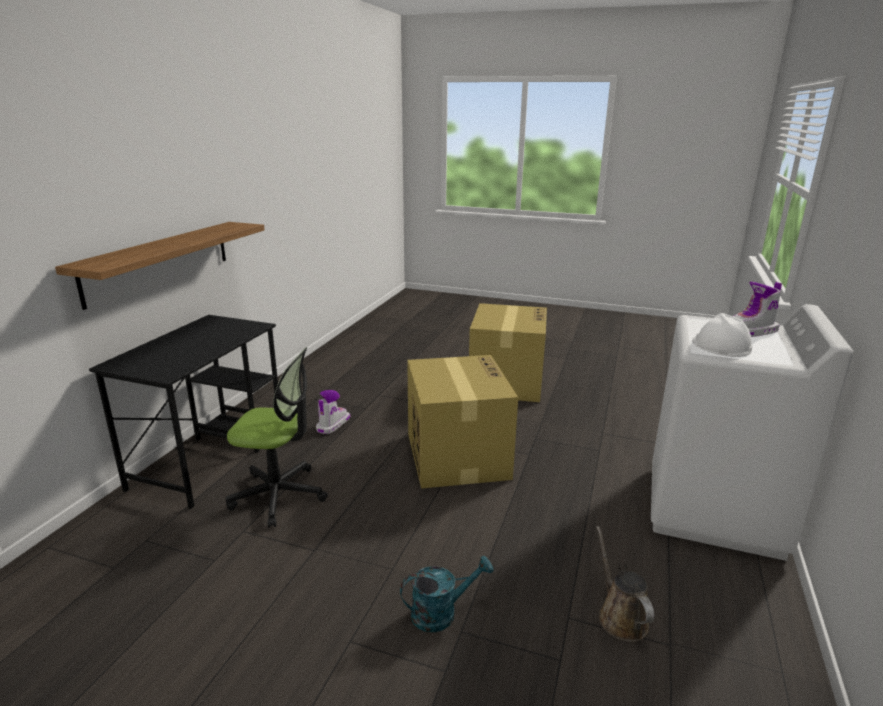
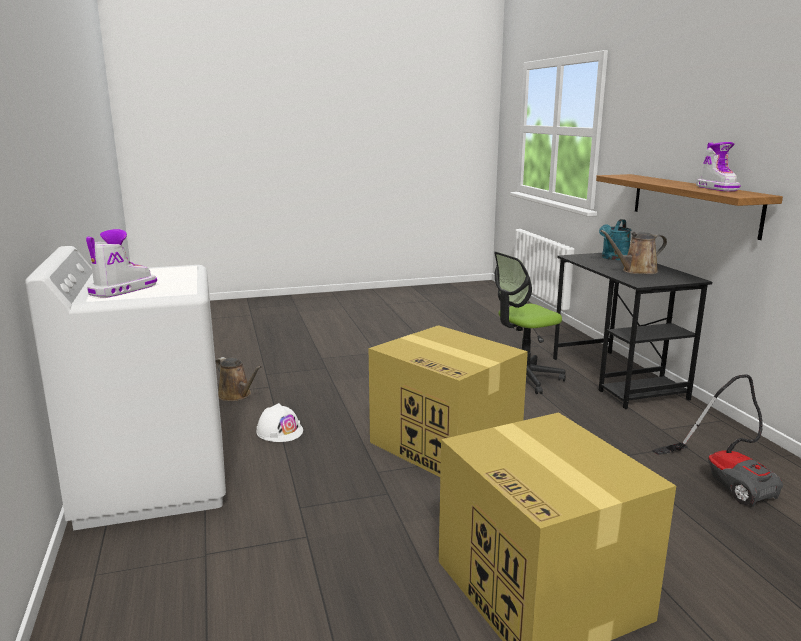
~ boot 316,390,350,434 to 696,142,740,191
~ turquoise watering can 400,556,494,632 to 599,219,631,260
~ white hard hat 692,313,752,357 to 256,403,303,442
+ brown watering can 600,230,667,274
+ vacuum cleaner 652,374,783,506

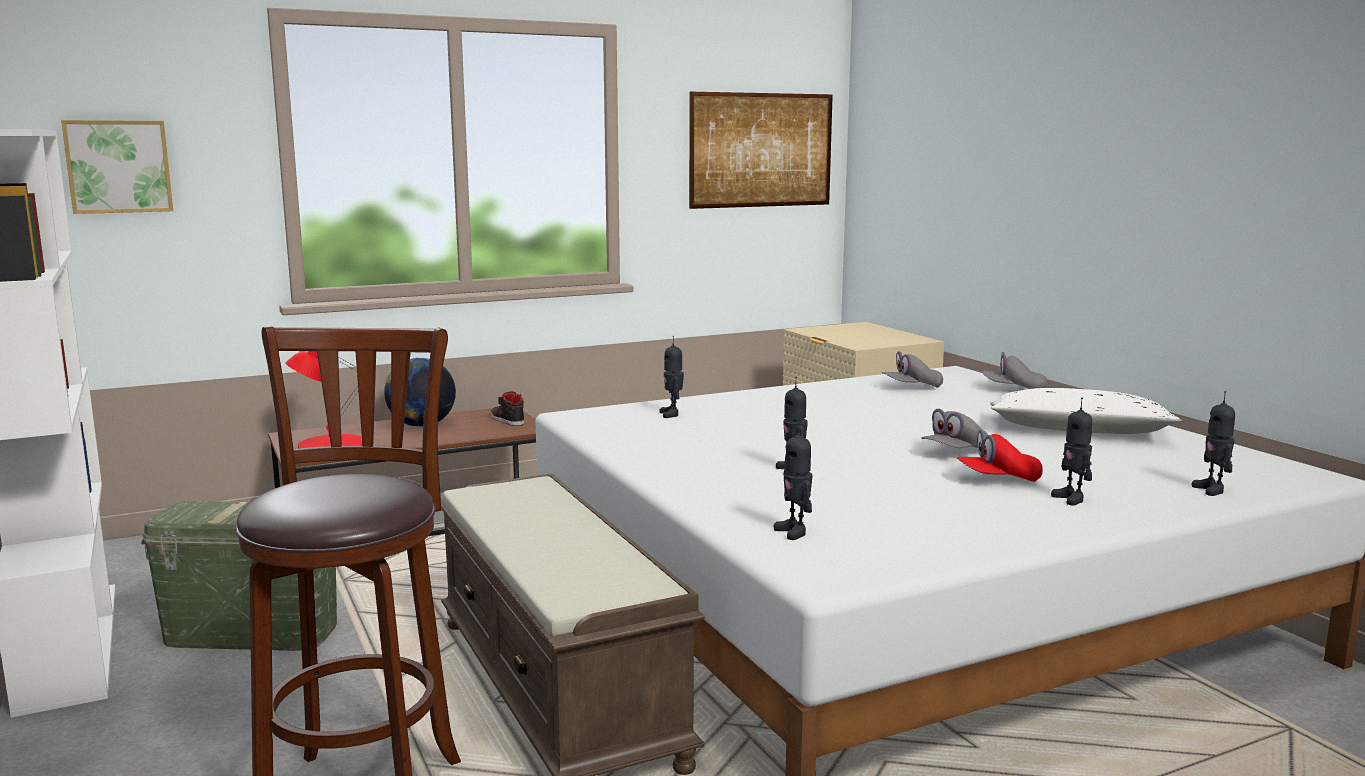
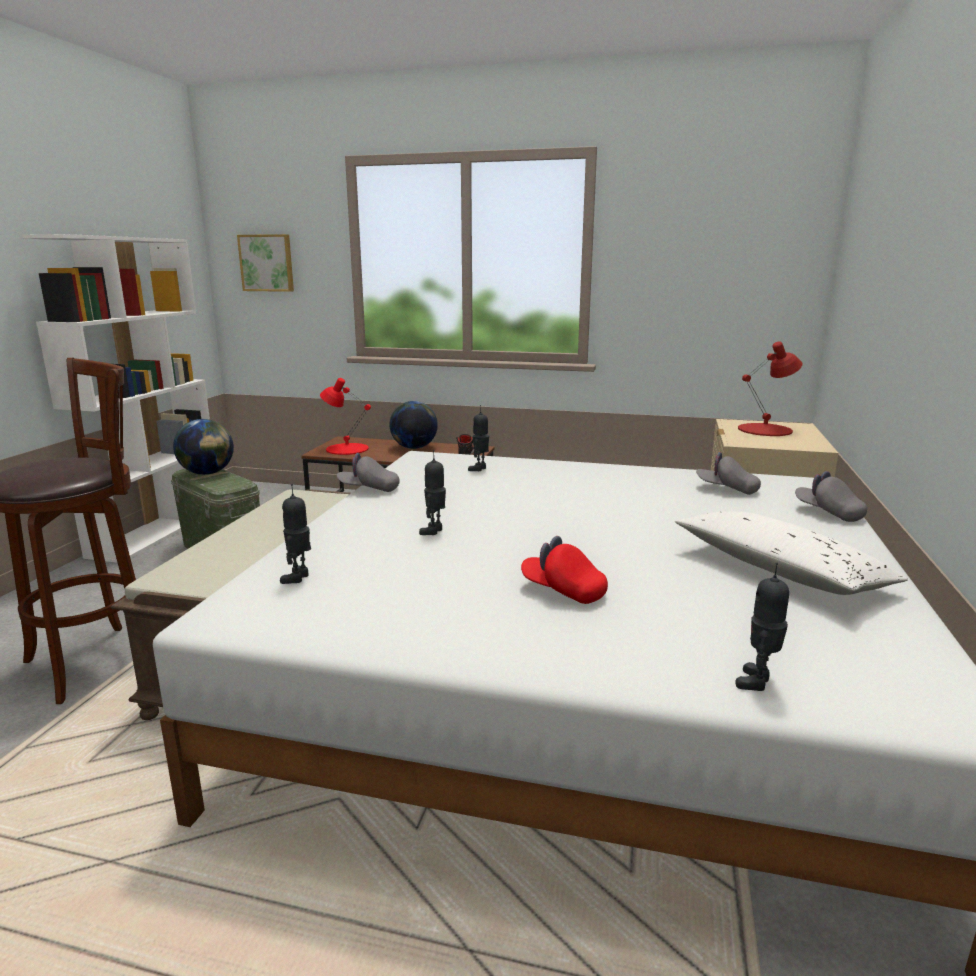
- picture 689,92,833,209
~ grey cap 921,409,988,448 to 337,453,400,492
- toy robot 1051,398,1092,506
+ globe 173,419,234,475
+ red table lamp 738,341,803,436

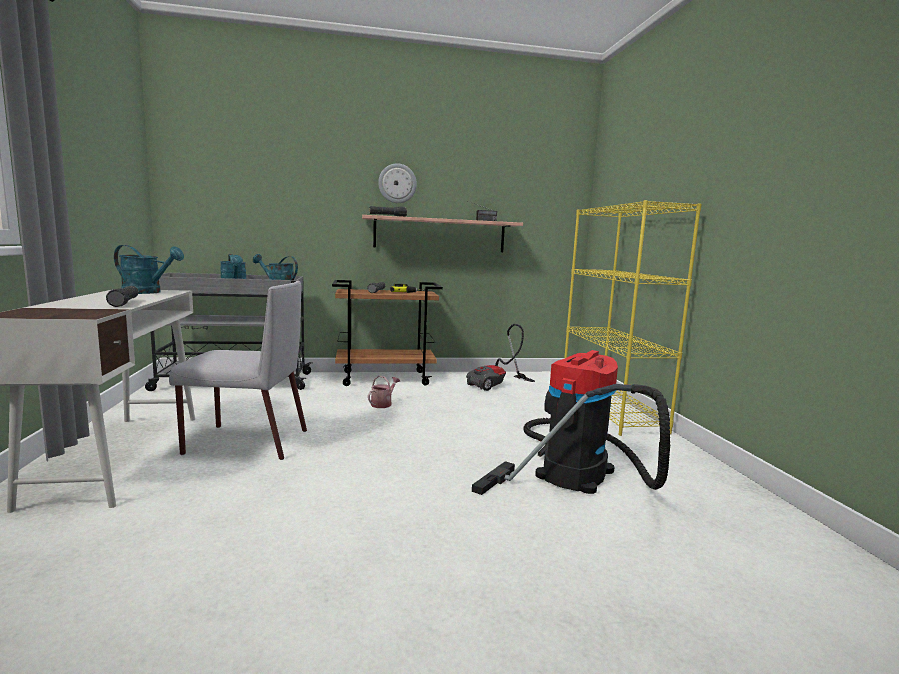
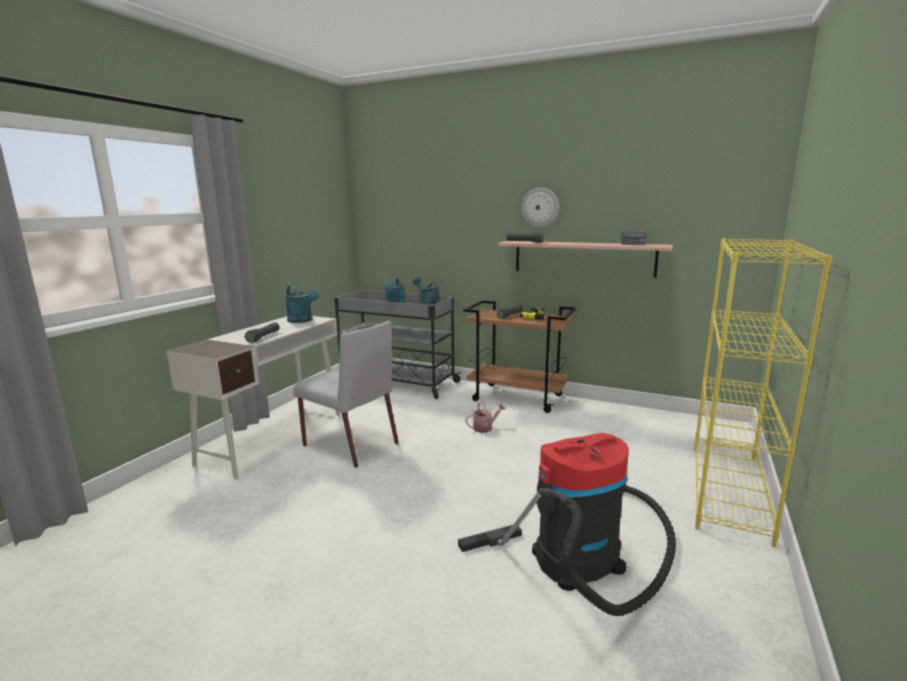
- vacuum cleaner 466,324,535,391

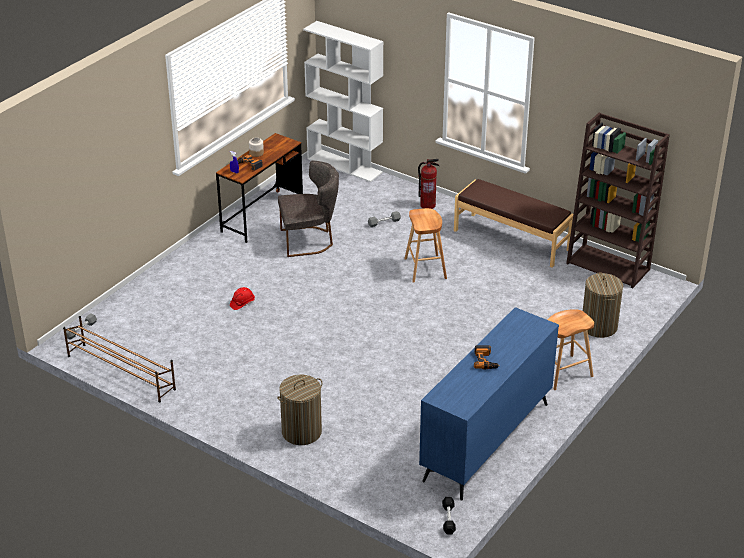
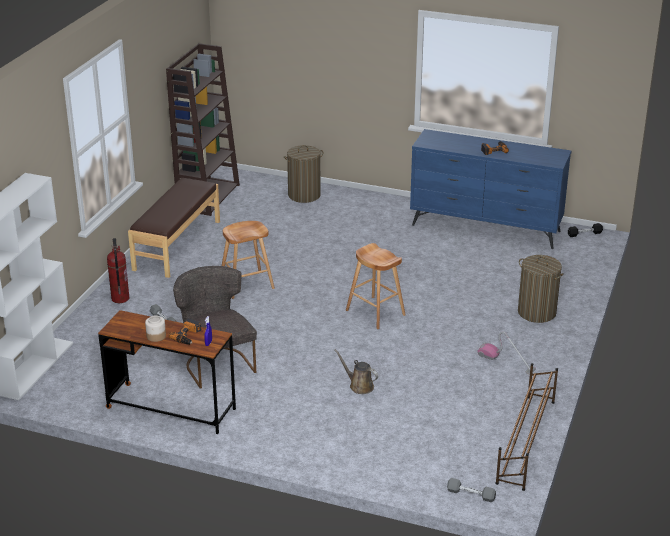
~ red hard hat 230,287,255,310 to brown watering can 335,349,378,394
~ brown stool 548,309,594,390 to 346,243,406,329
+ vacuum cleaner 477,331,536,375

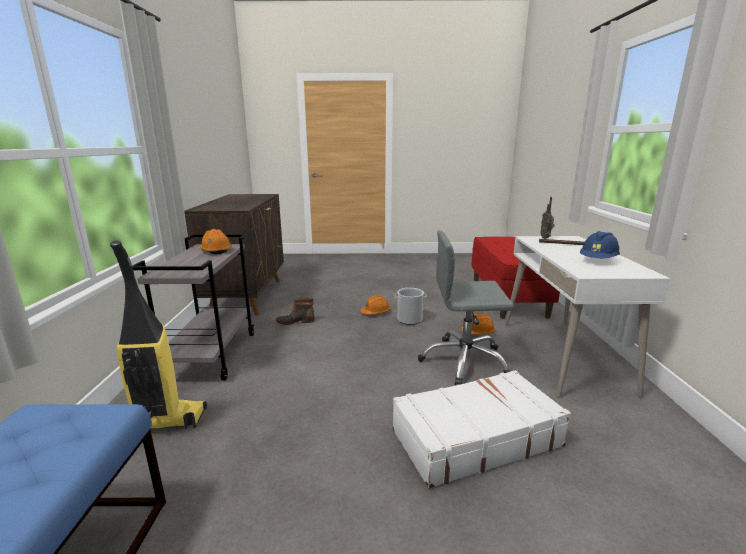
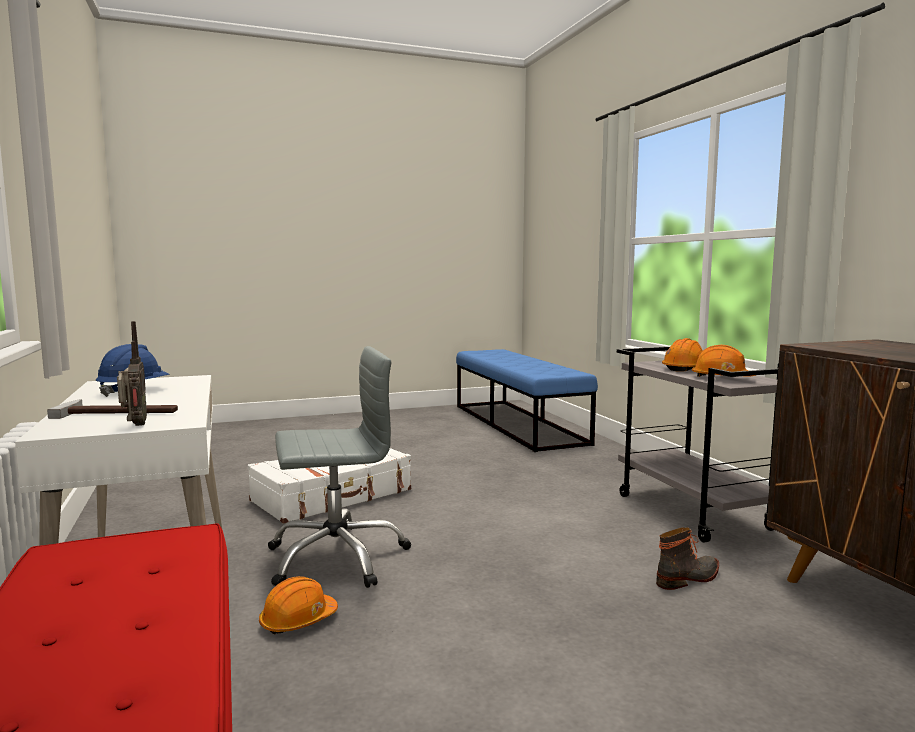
- vacuum cleaner 110,241,207,429
~ orange hard hat 361,295,390,315 to 662,338,703,372
- bucket 395,288,427,325

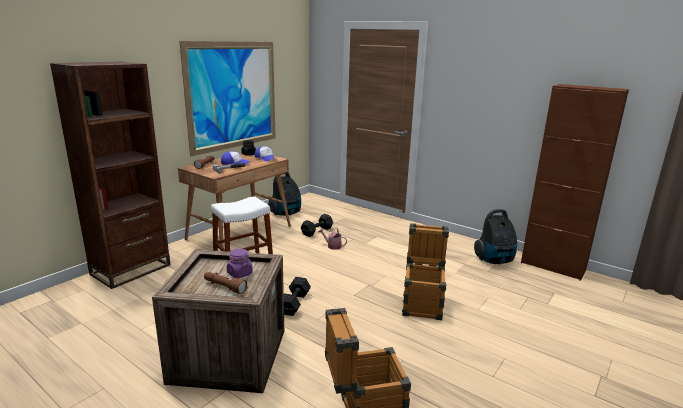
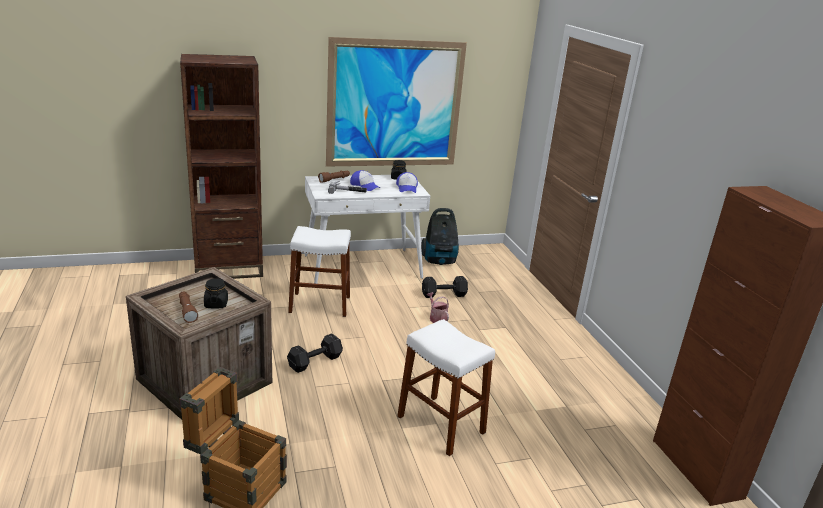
~ brown desk 178,153,291,251 to white desk 304,175,430,284
~ purple jar 227,249,253,278 to black jar 204,278,228,308
~ crate 402,223,449,320 to white stool 397,319,495,456
- vacuum cleaner 474,209,517,264

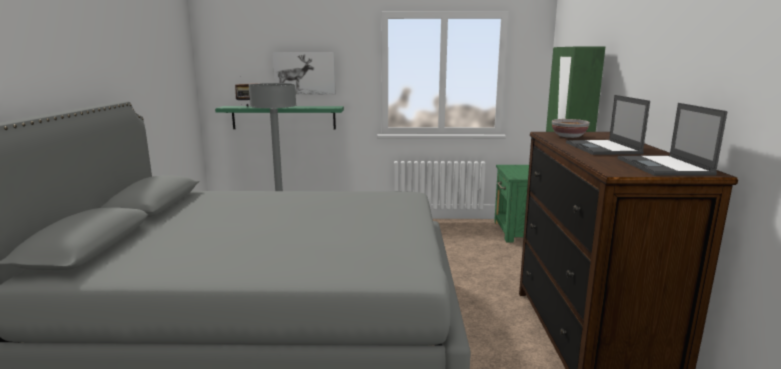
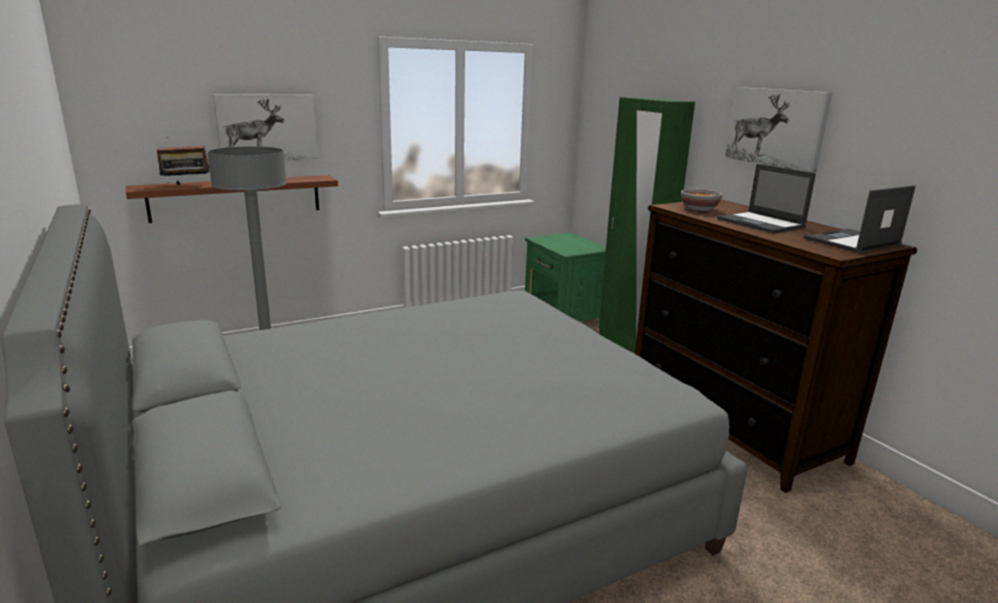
~ green shelf 215,106,344,130 to brown shelf 126,175,338,223
~ laptop 618,103,728,176 = 804,185,916,253 90 degrees clockwise
+ picture 725,87,832,173

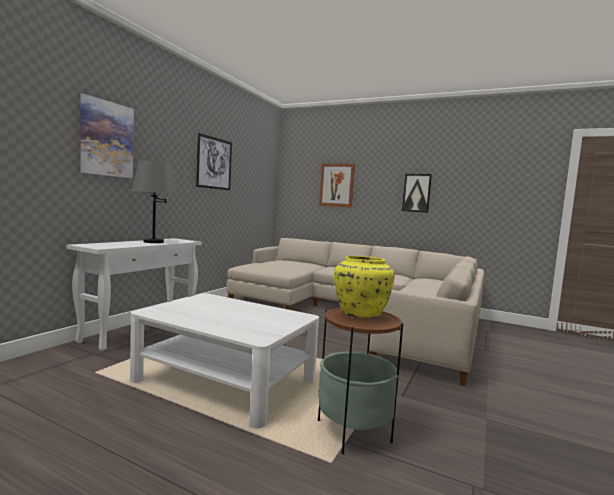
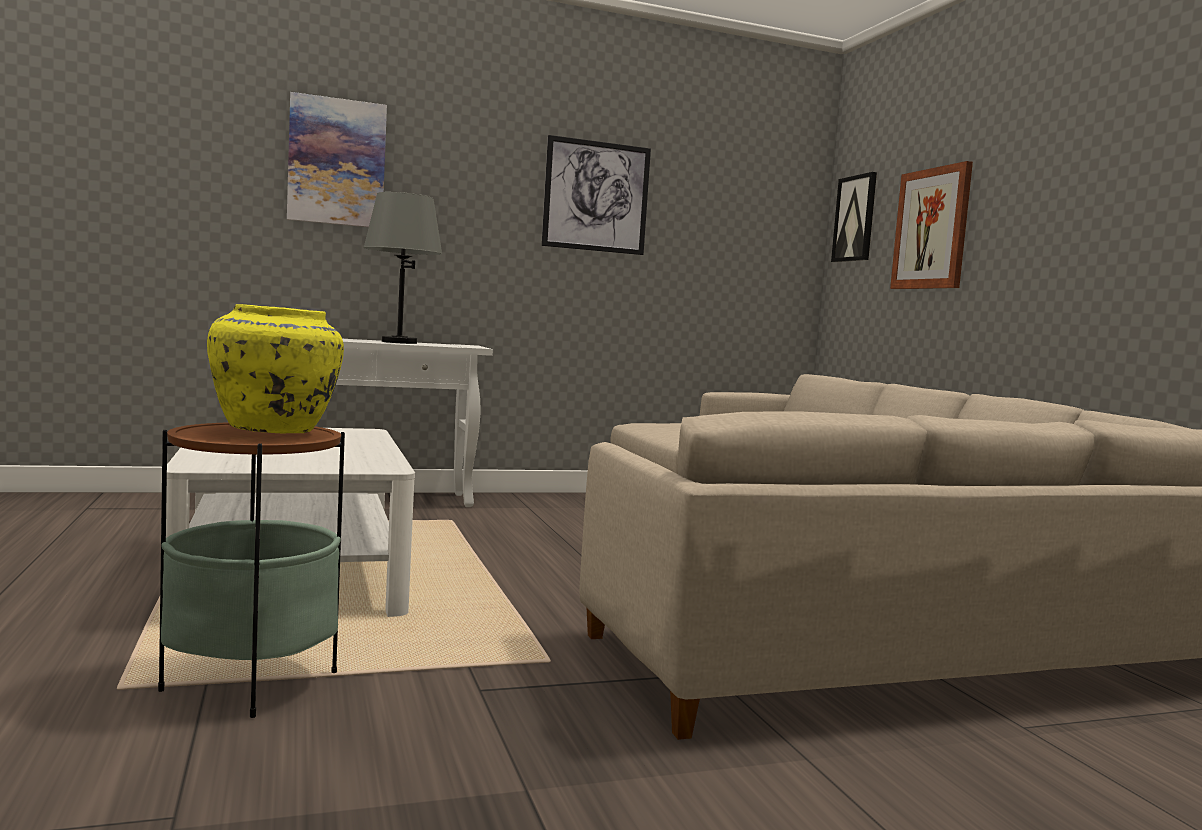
~ picture 402,174,432,213 to 831,172,877,262

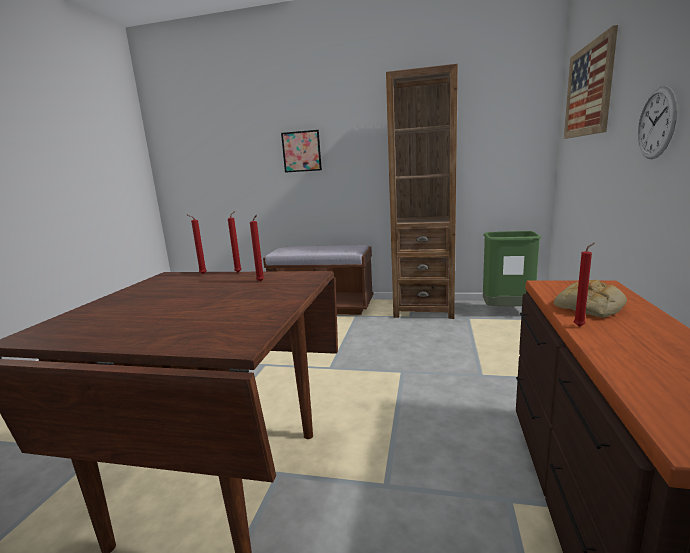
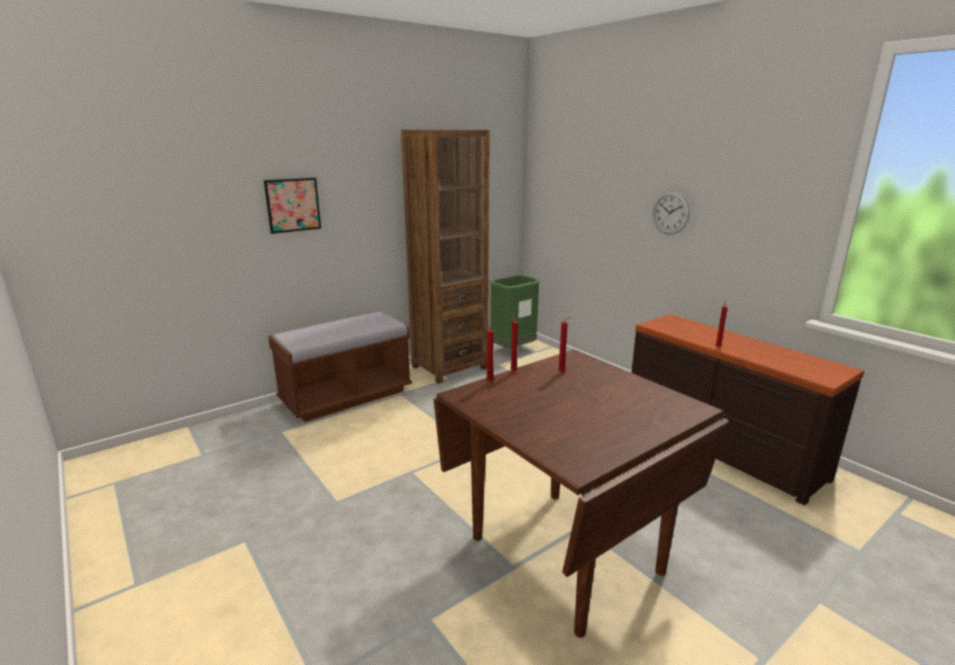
- bread 554,280,627,318
- picture 564,25,618,139

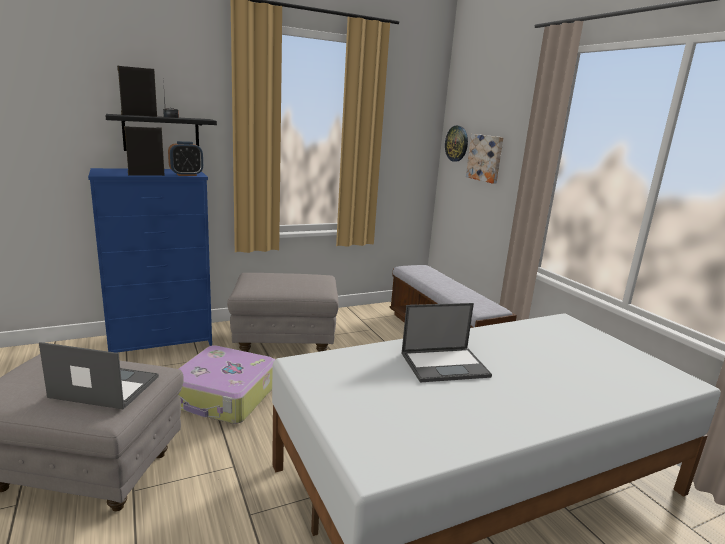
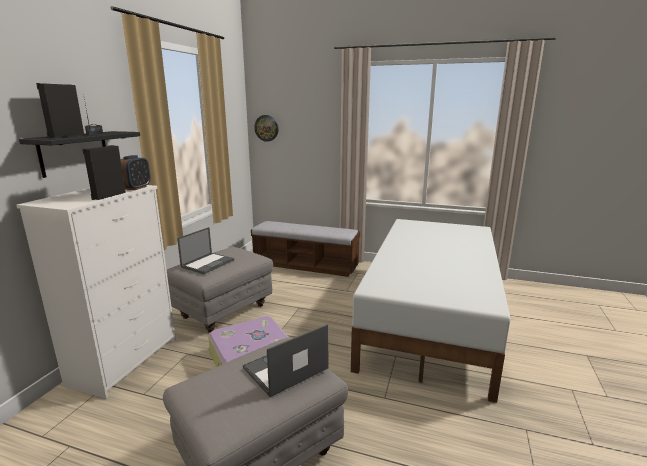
~ blue dresser 88,168,212,353 to white dresser 16,185,176,399
~ laptop 402,303,492,383 to 177,227,234,274
- picture 466,134,504,184

